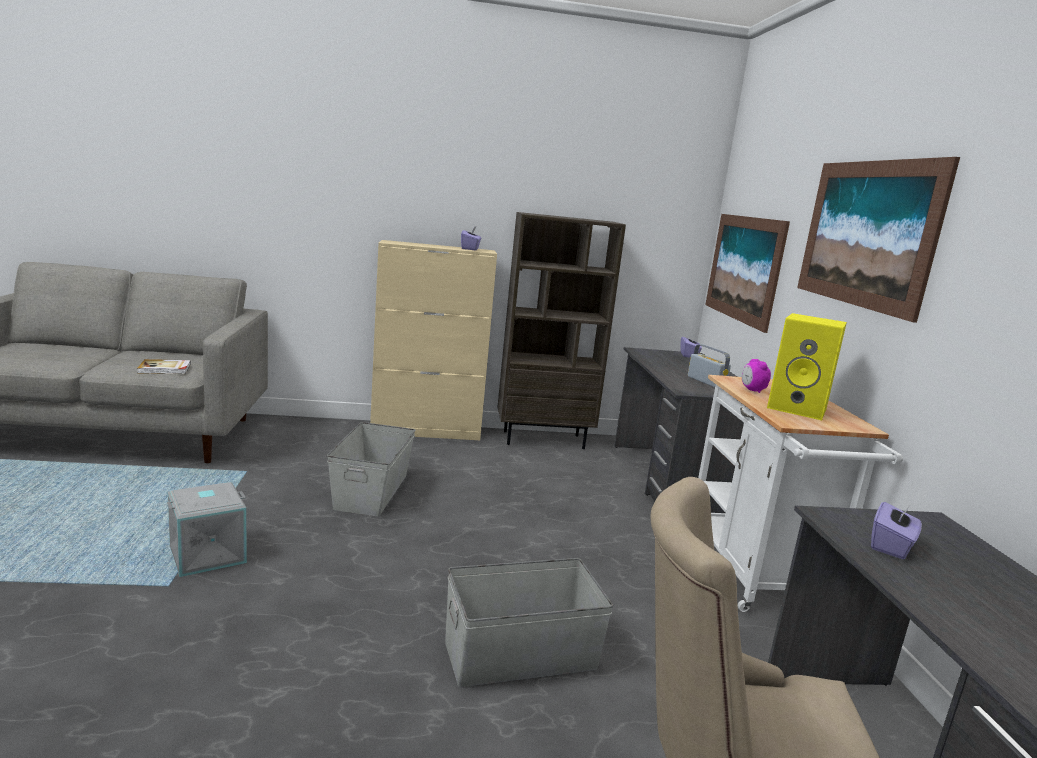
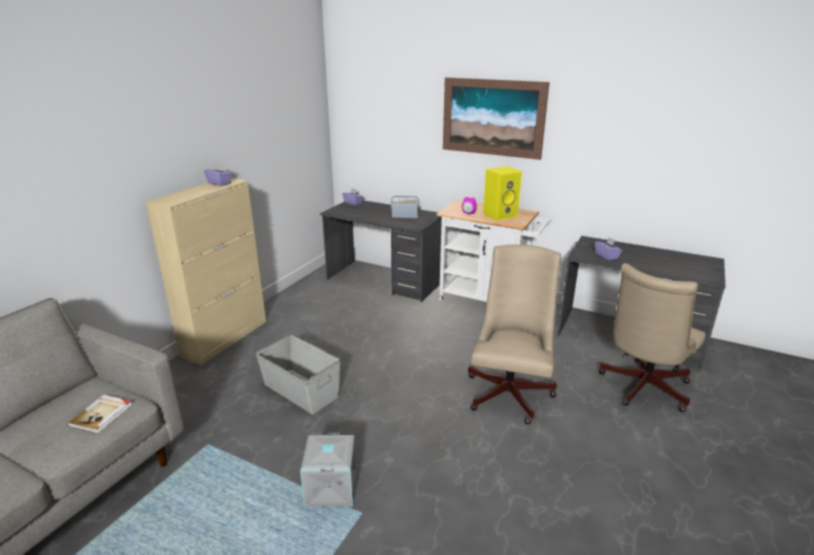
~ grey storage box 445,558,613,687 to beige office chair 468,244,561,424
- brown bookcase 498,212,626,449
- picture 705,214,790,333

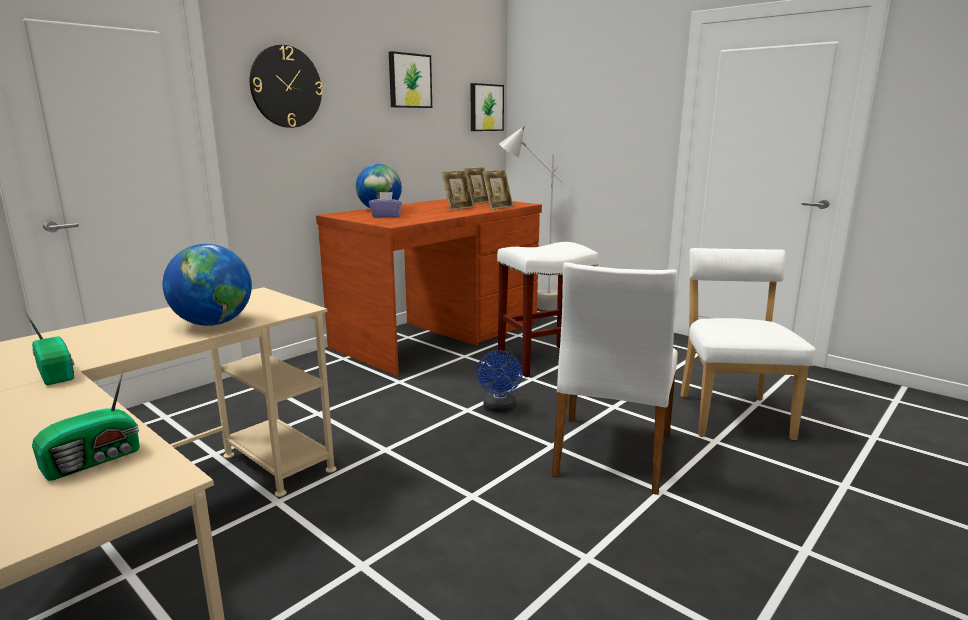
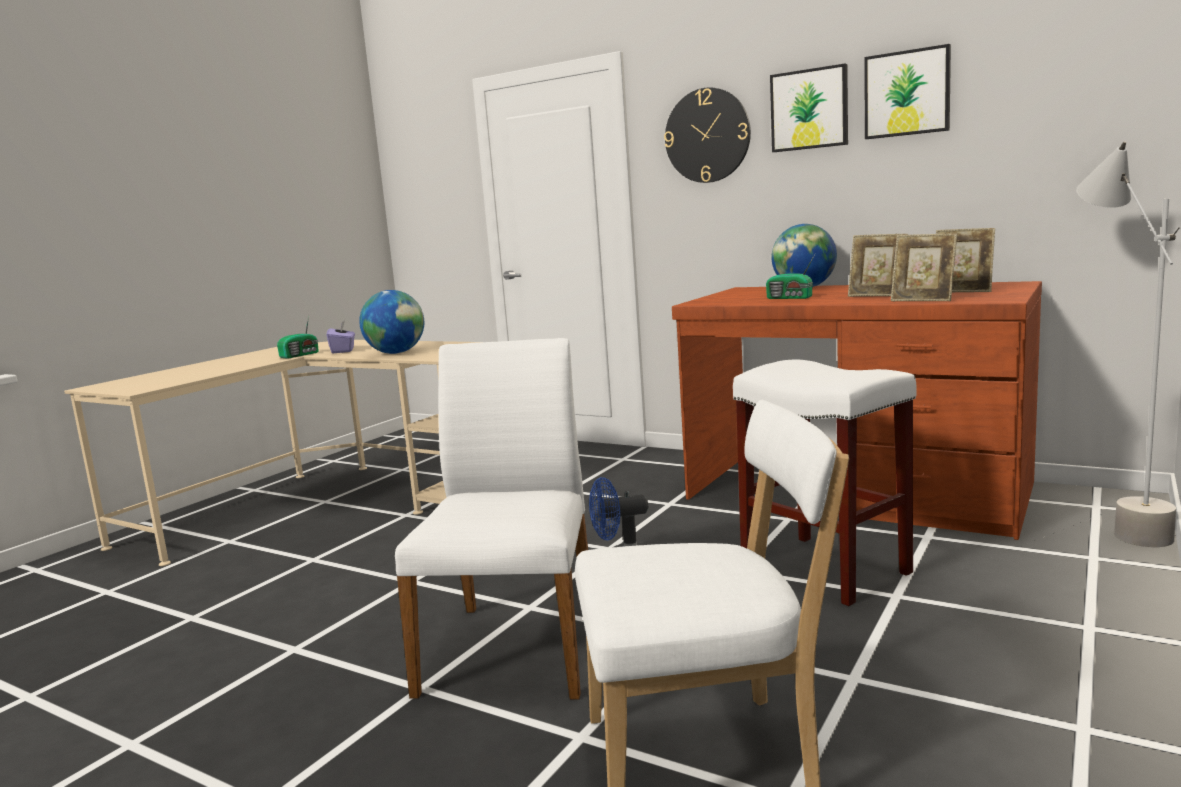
~ radio 32,366,140,481 to 766,254,815,299
~ purple tissue box 369,192,402,218 to 327,320,355,354
~ picture 471,83,504,131 to 770,64,848,152
~ white chair 552,262,678,495 = 395,338,588,699 90 degrees clockwise

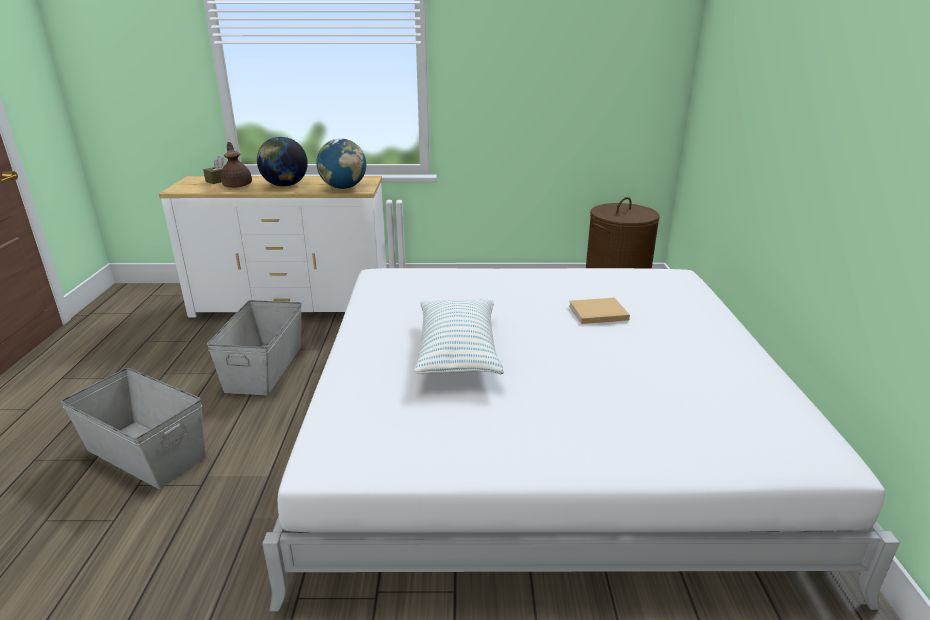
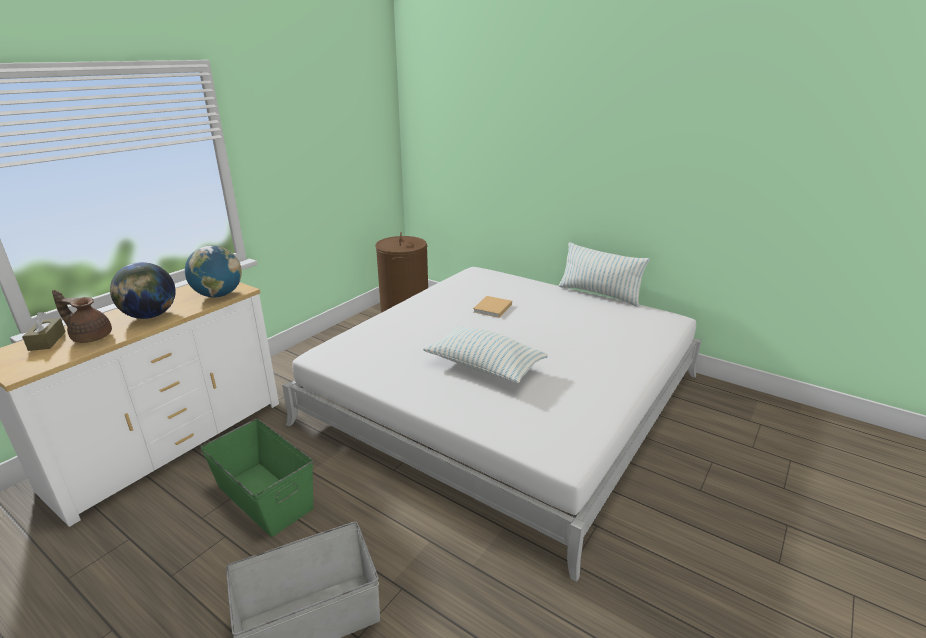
~ grey storage box 207,300,302,396 to green storage box 200,419,313,537
+ pillow 559,242,650,307

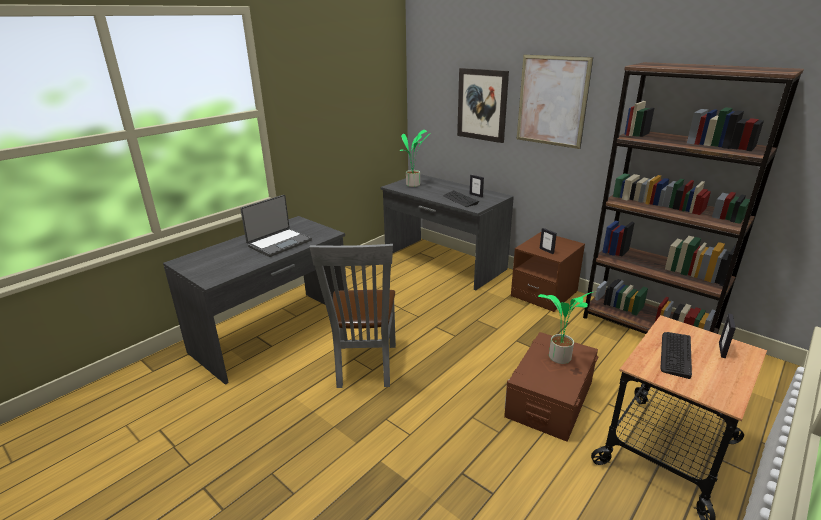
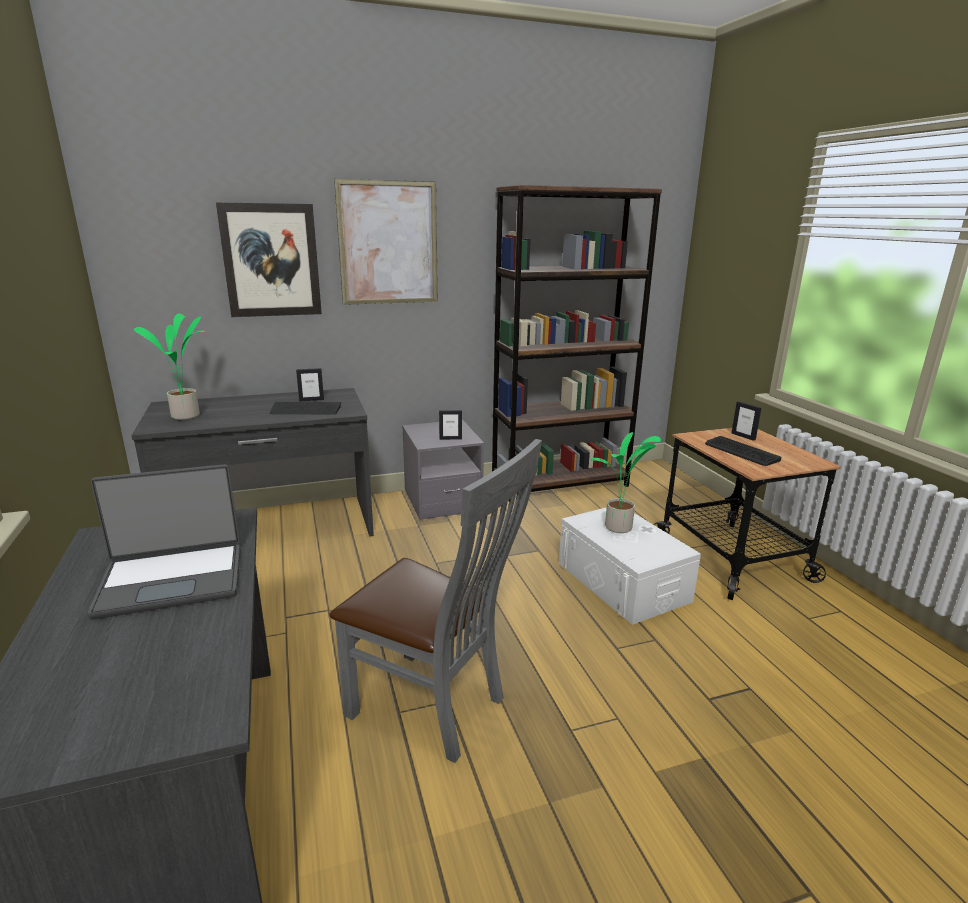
~ laptop 240,195,312,257 = 88,464,240,619 90 degrees clockwise
~ brown storage box 504,332,598,442 to white storage box 559,507,701,625
~ brown nightstand 511,232,585,312 to grey nightstand 402,420,484,520

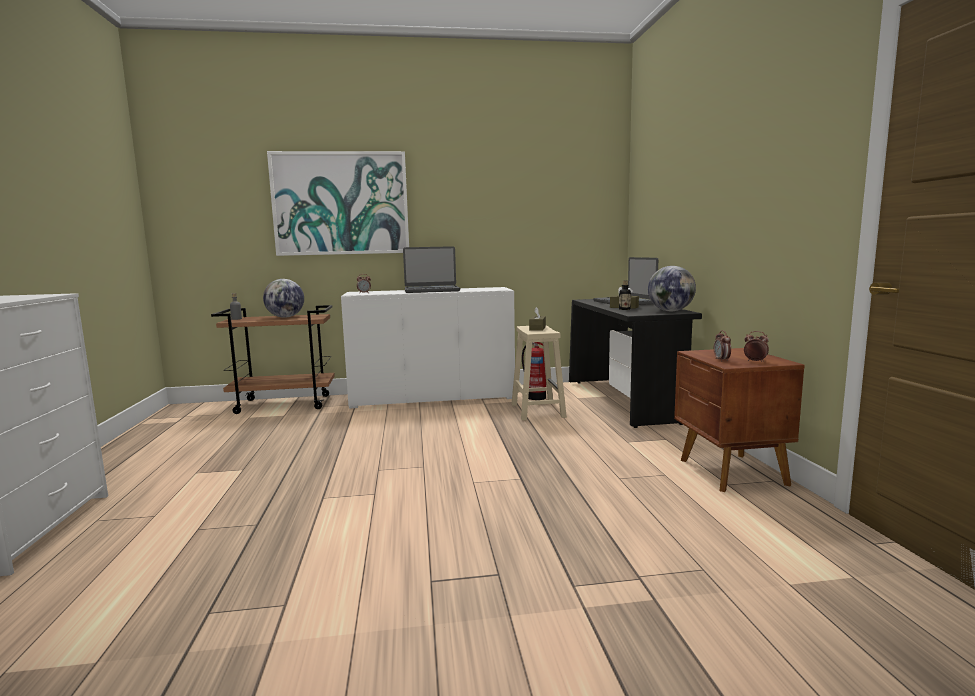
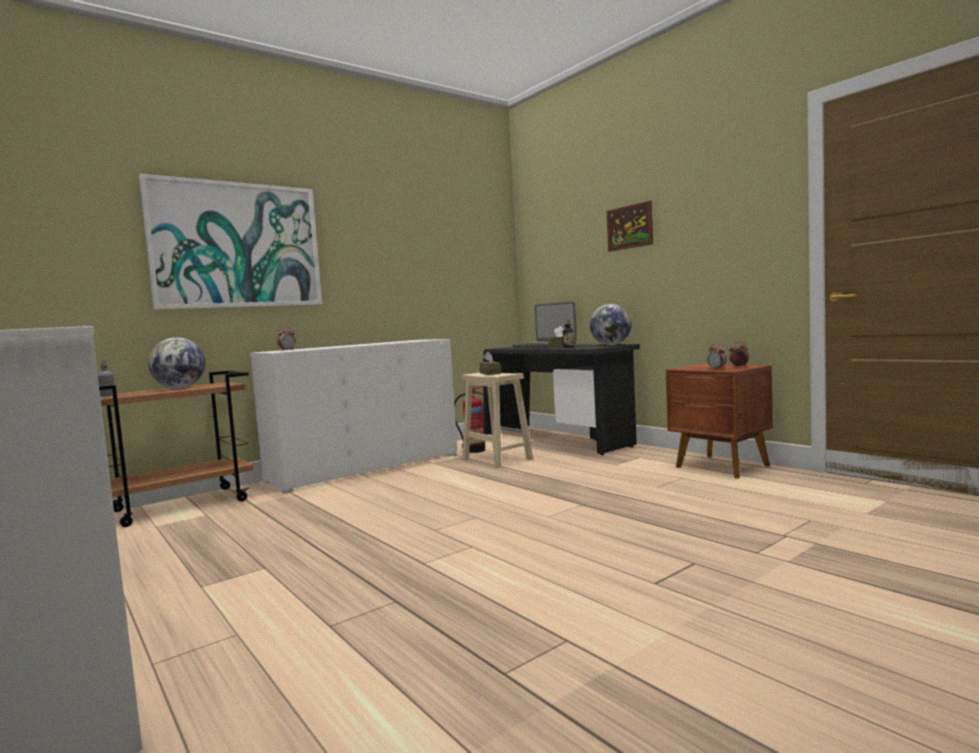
- laptop 403,246,460,293
+ picture 606,201,653,252

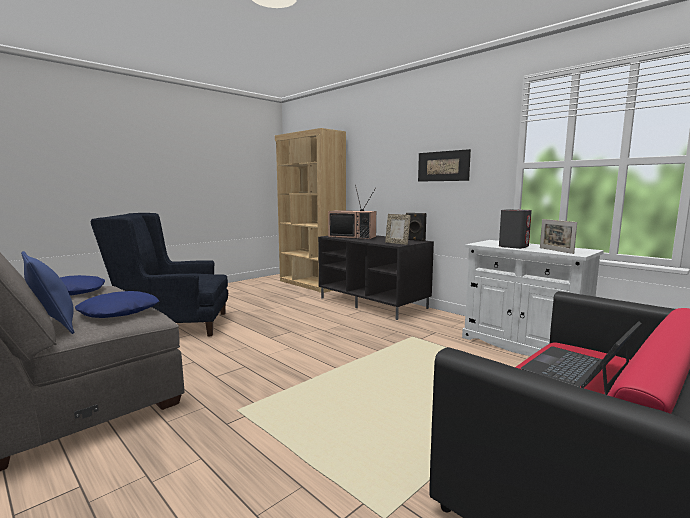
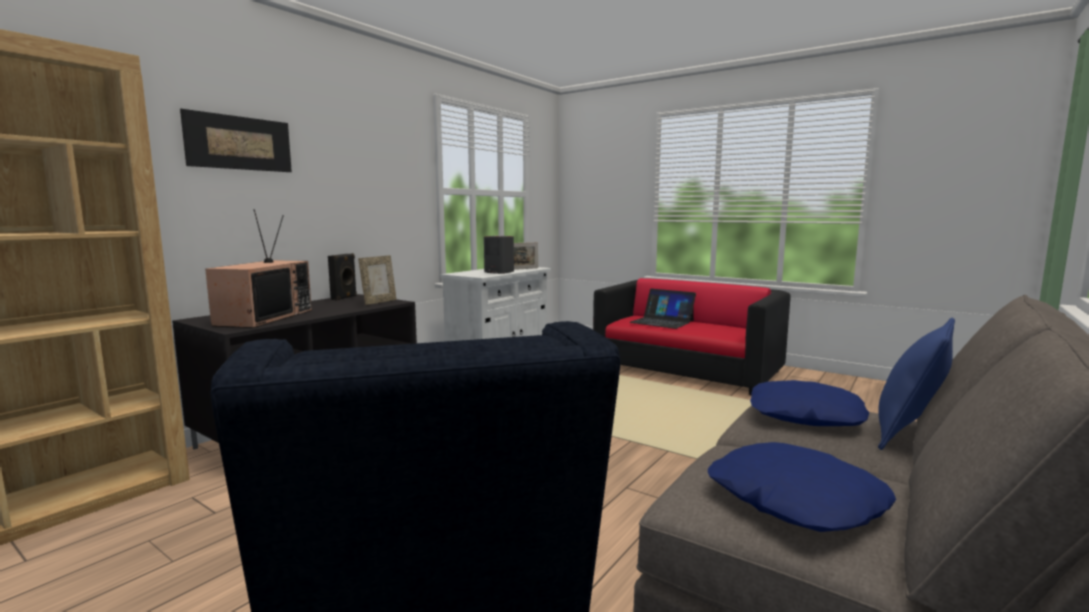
~ picture 418,149,471,182 to 180,109,292,172

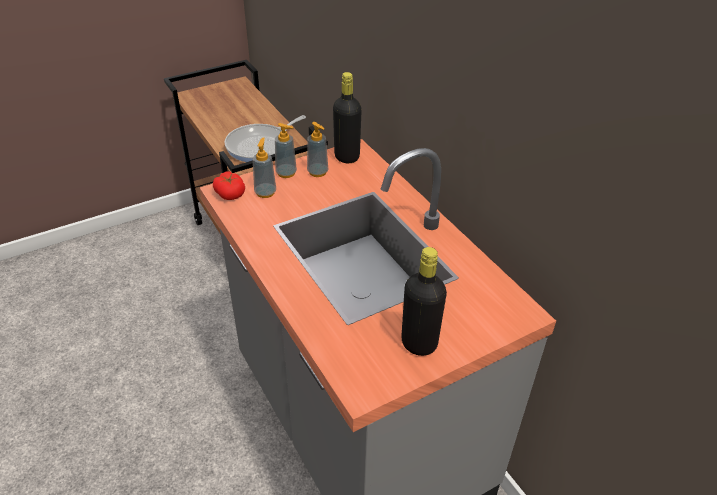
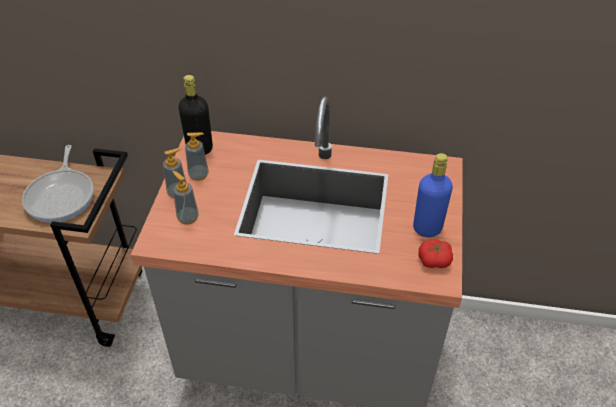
~ tomato 213,172,245,200 to 418,239,453,268
~ black bottle 401,247,447,356 to blue bottle 413,153,453,237

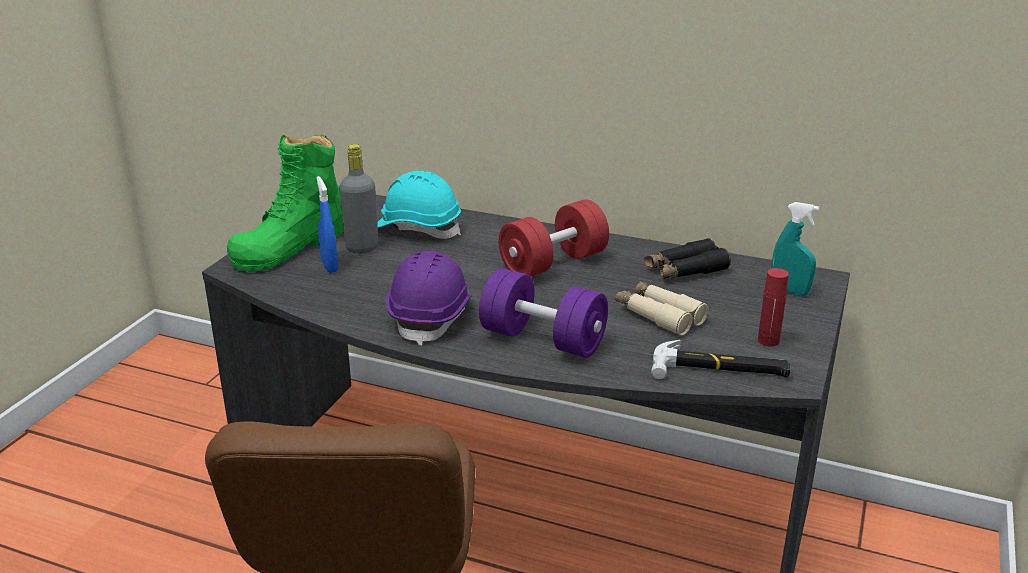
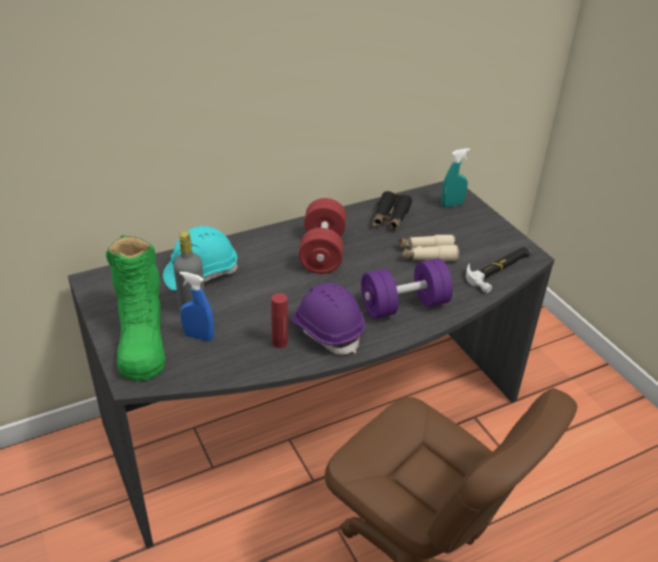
~ red bottle 758,268,789,347 to 271,293,288,348

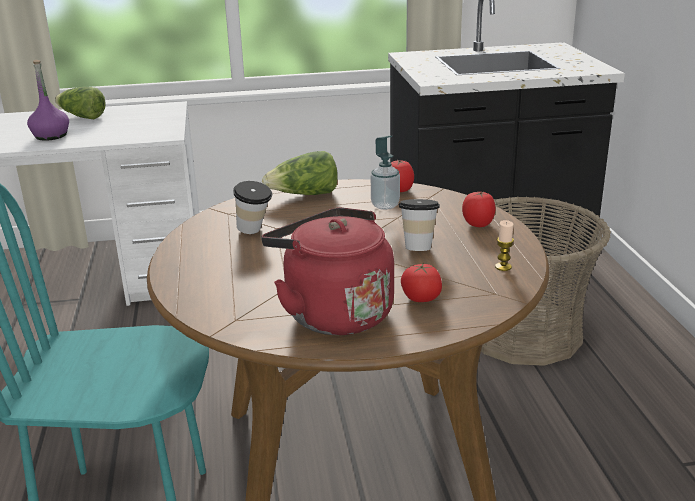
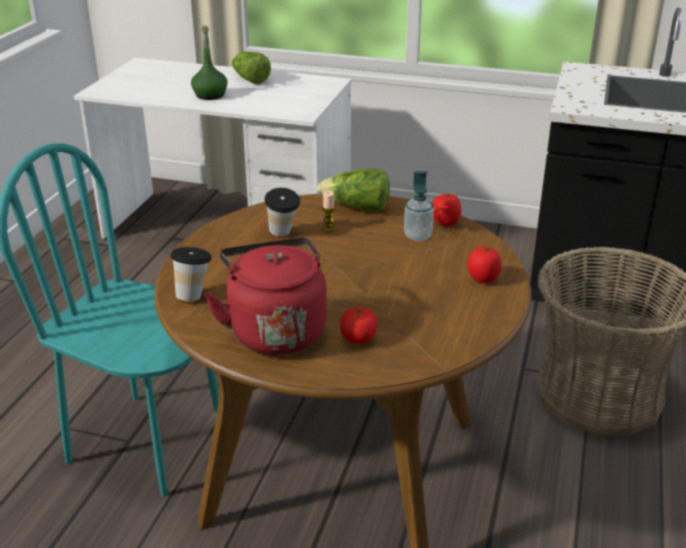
~ purple bottle 27,60,69,141 to green bottle 191,25,228,100
~ cup 399,199,440,251 to 171,247,212,301
~ candle 495,220,514,271 to 322,190,336,232

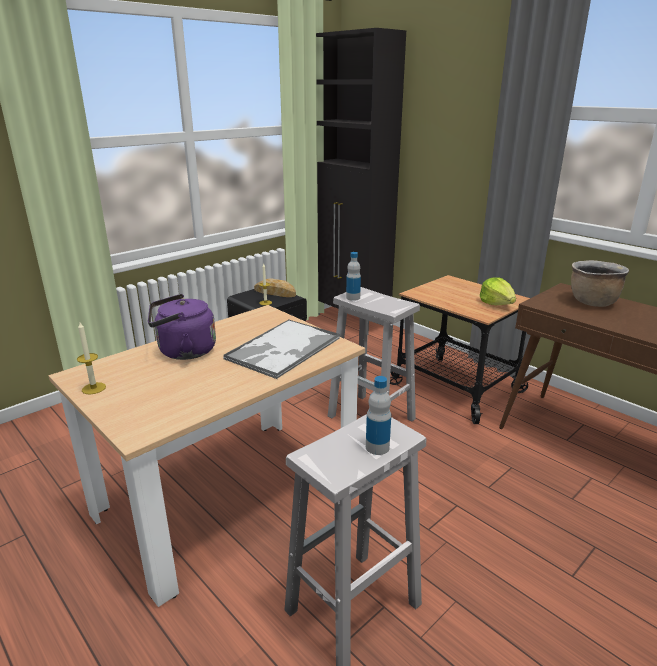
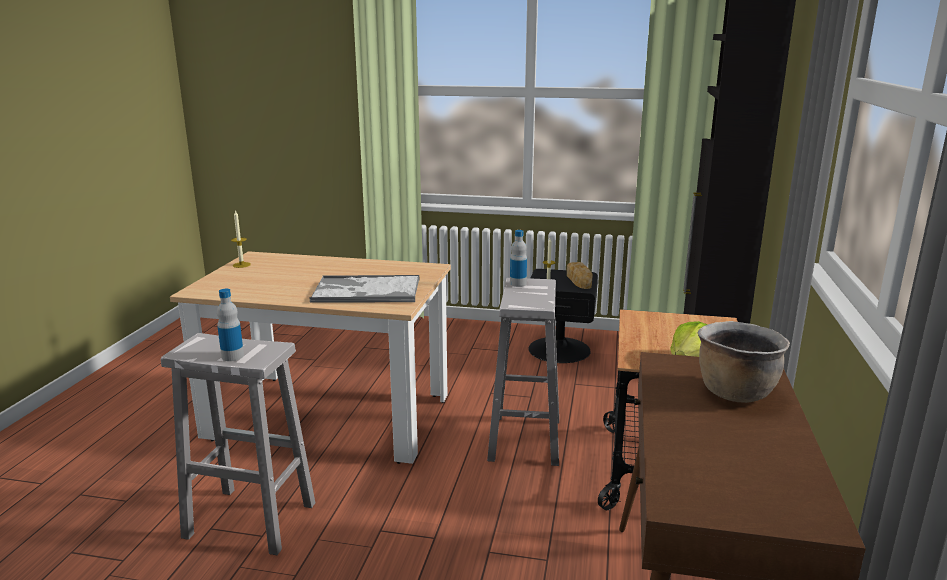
- purple kettle 148,294,216,360

